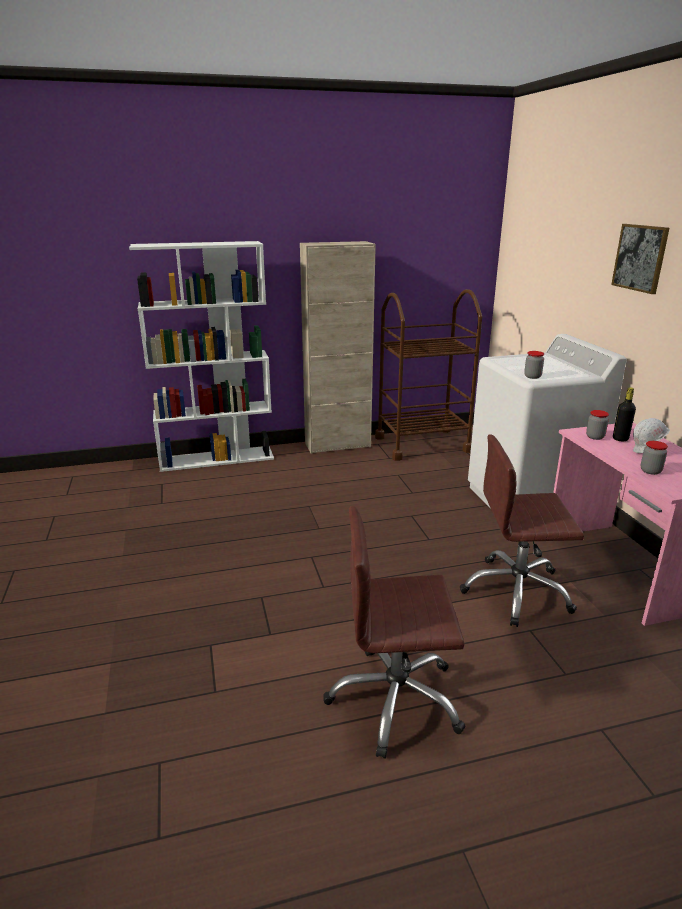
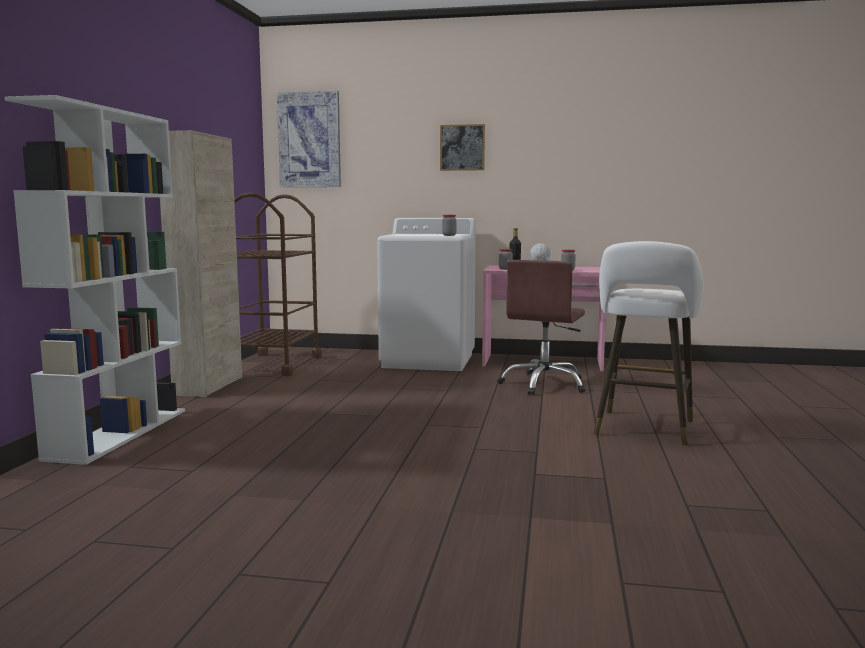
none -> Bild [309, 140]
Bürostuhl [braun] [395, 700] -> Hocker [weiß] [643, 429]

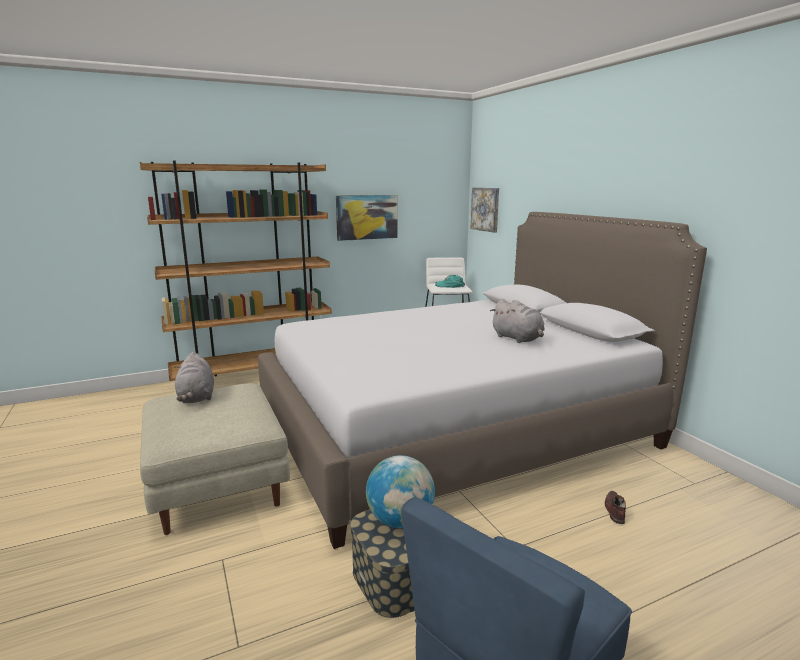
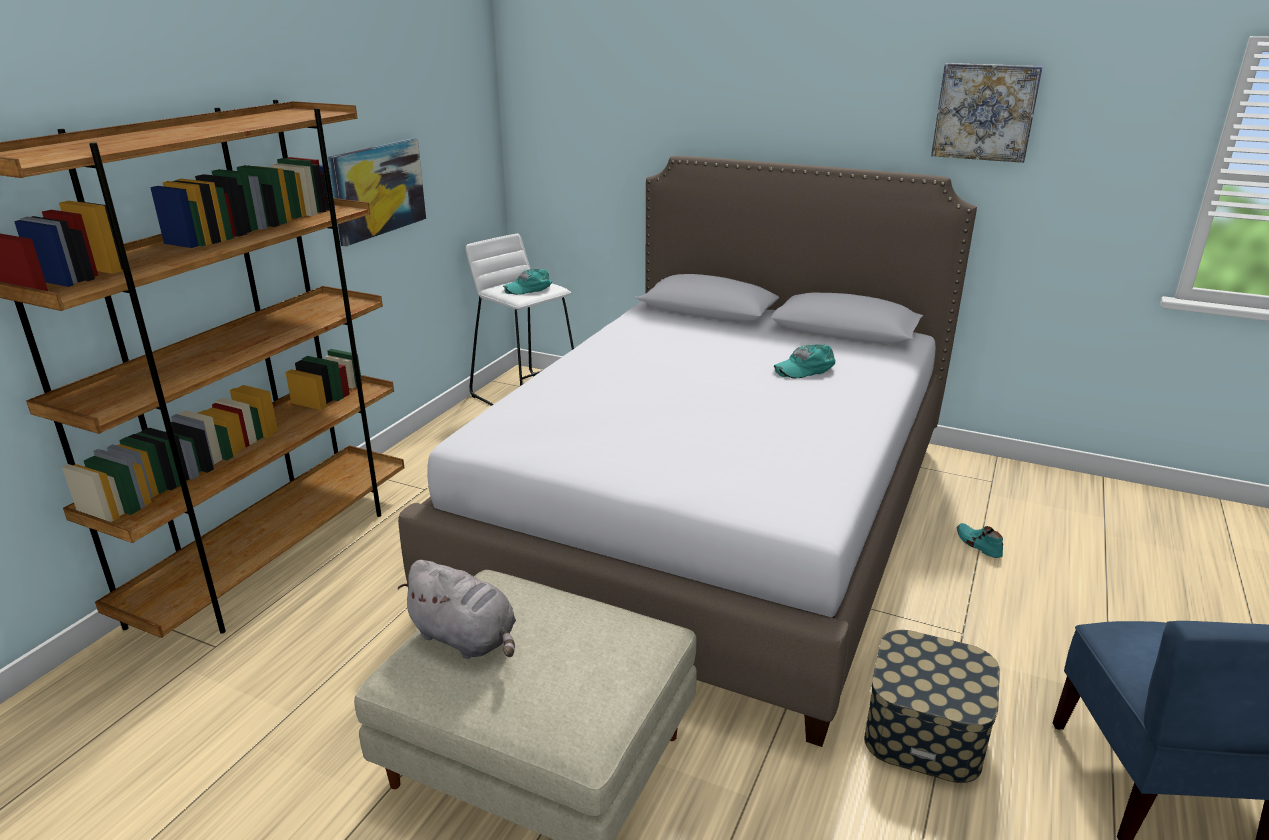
Plüschtier [grau] [518, 339] -> Kappe [türkis] [804, 368]
Bild [485, 209] -> Bild [985, 112], move
Schuh [braun] [614, 510] -> Schuh [türkis] [977, 544]
Globus [400, 520] -> none

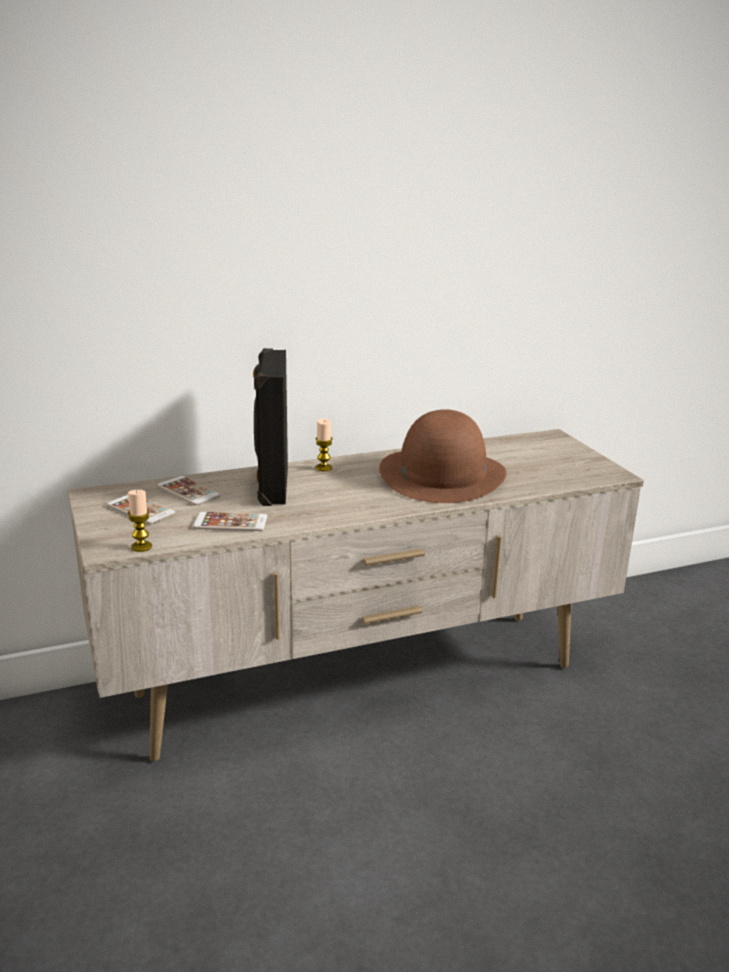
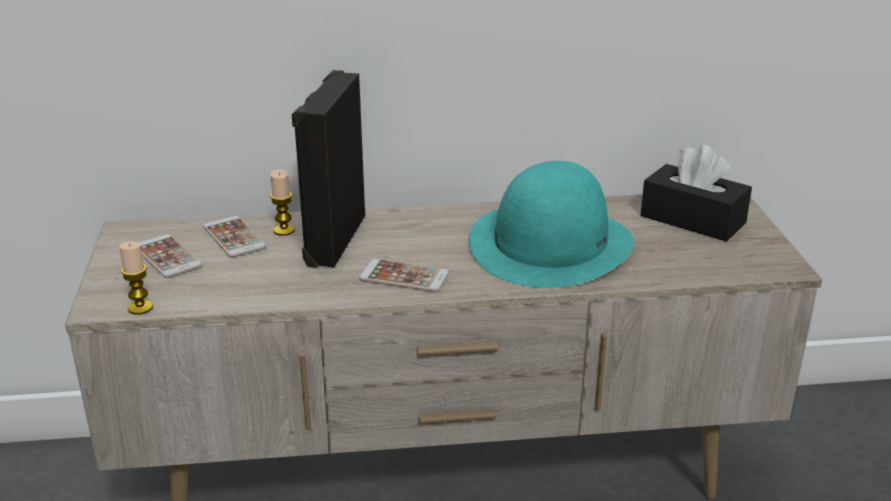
Kerze [324, 468] -> Kerze [284, 230], move
Handy [230, 522] -> Handy [404, 276], move
Hut [braun] [442, 474] -> Hut [türkis] [550, 244]
none -> Taschentuchbox [schwarz] [692, 219]

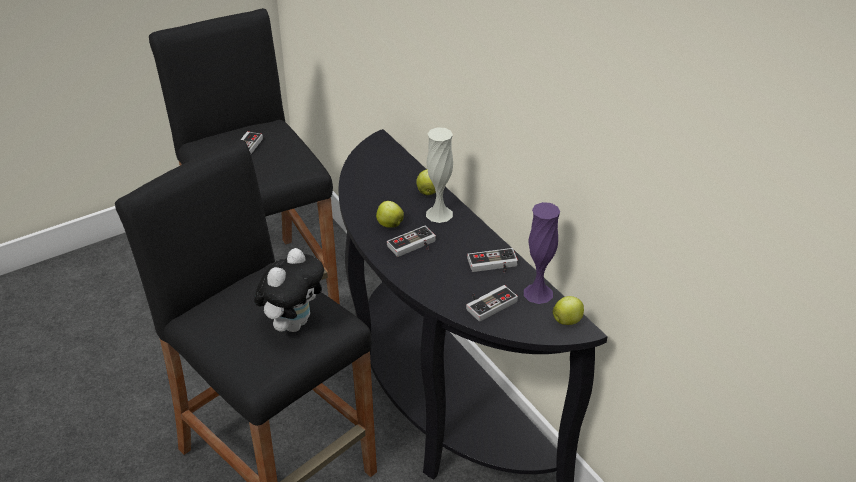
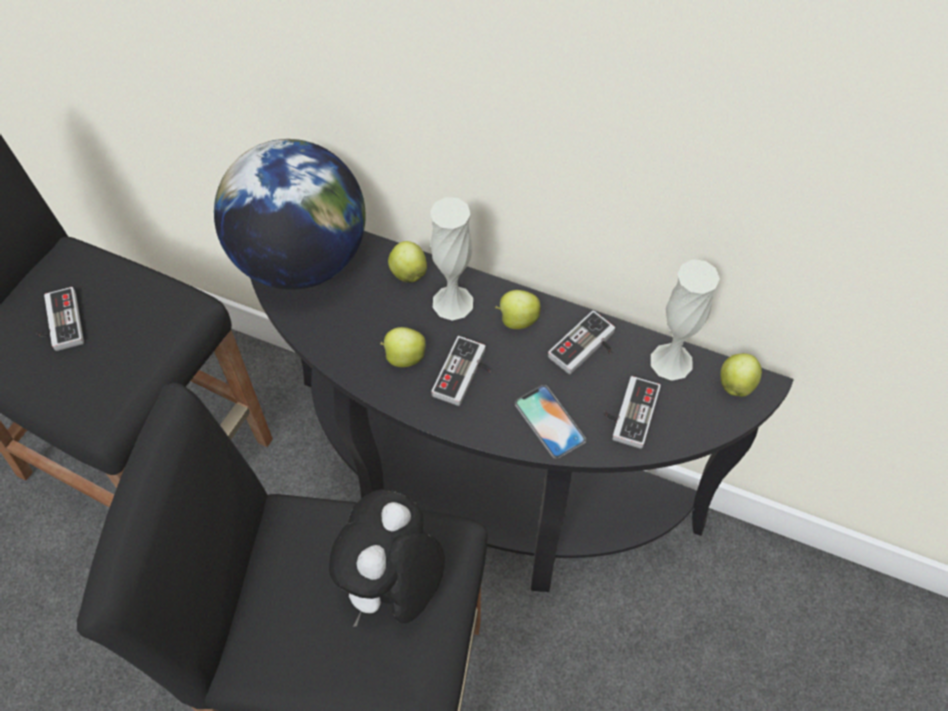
none -> Globus [300, 258]
Plüschtier [293, 323] -> Plüschtier [393, 586], 150 degrees counterclockwise
none -> Apfel [517, 320]
none -> Handy [549, 421]
Vase [lila] [538, 293] -> Vase [weiß] [671, 361]

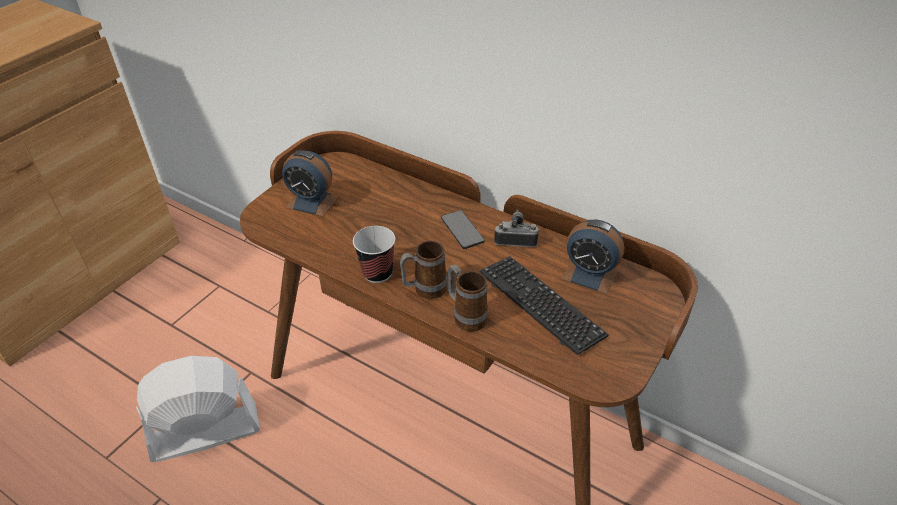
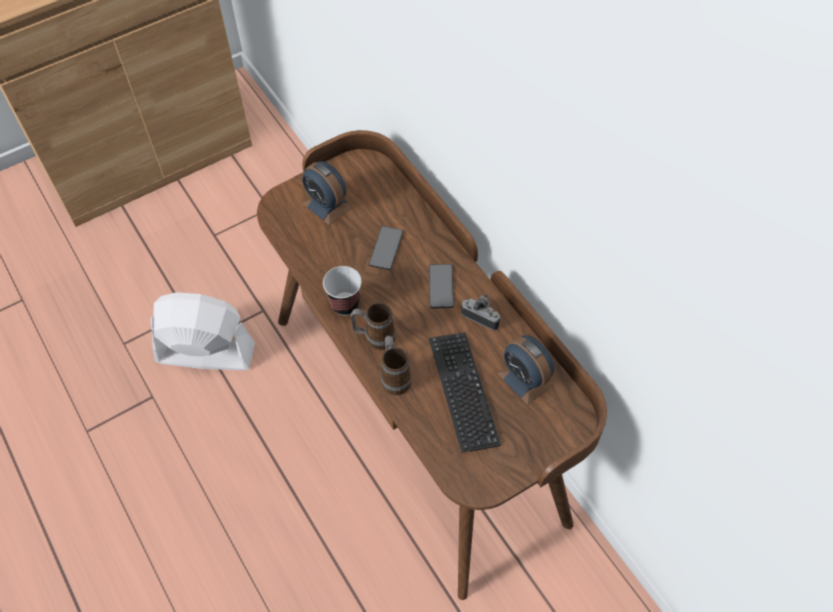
none -> Handy [386, 248]

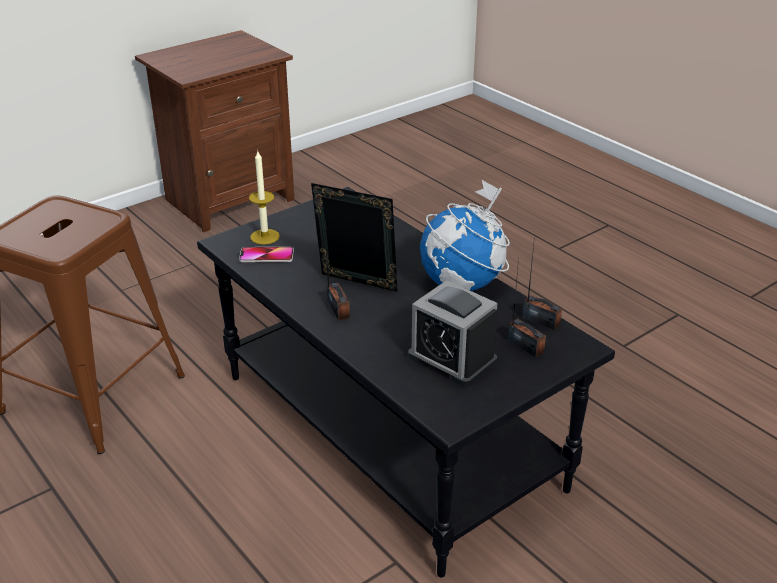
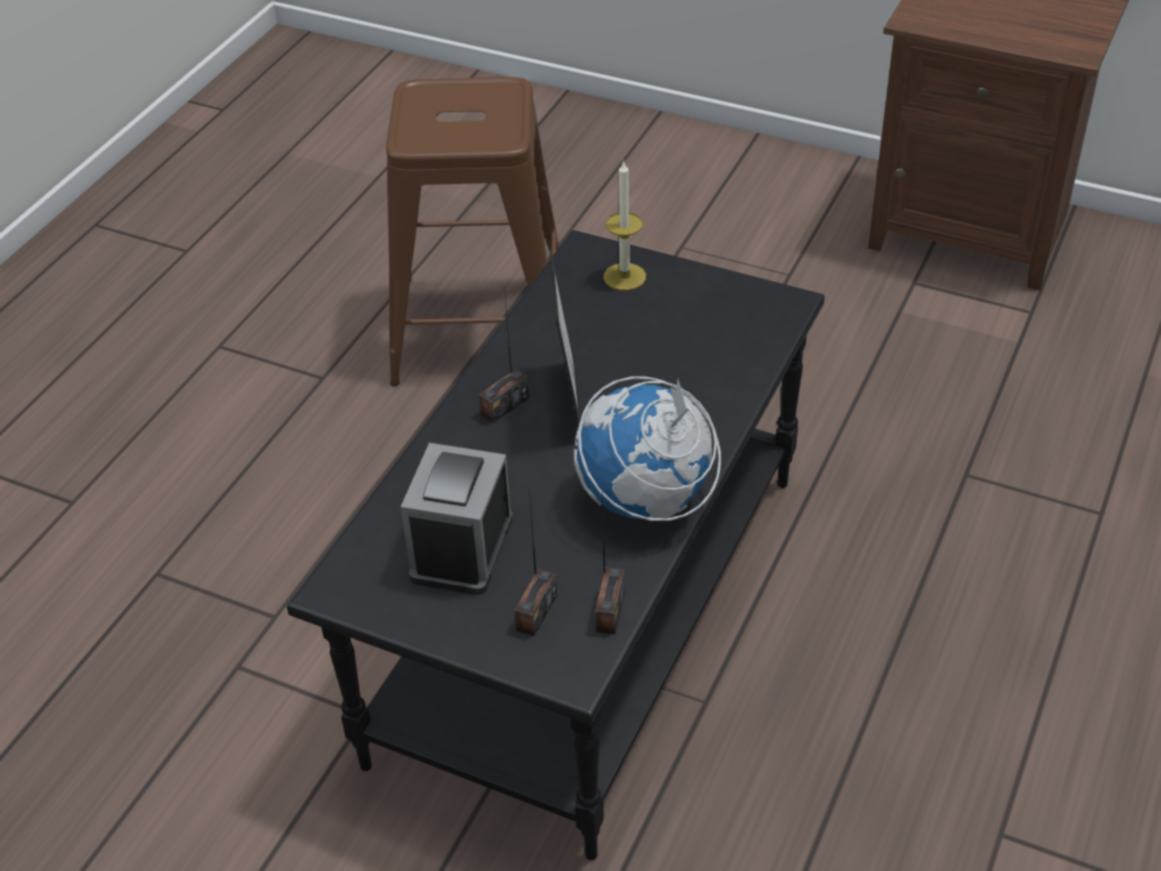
Handy [266, 256] -> none

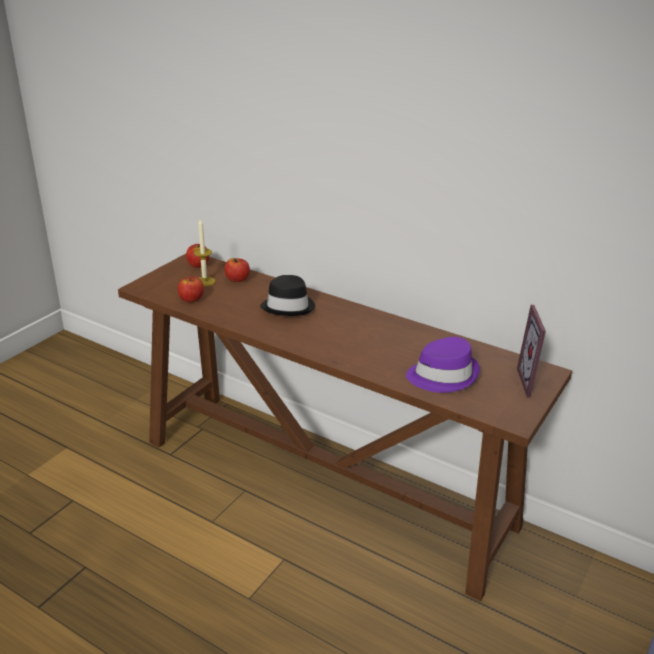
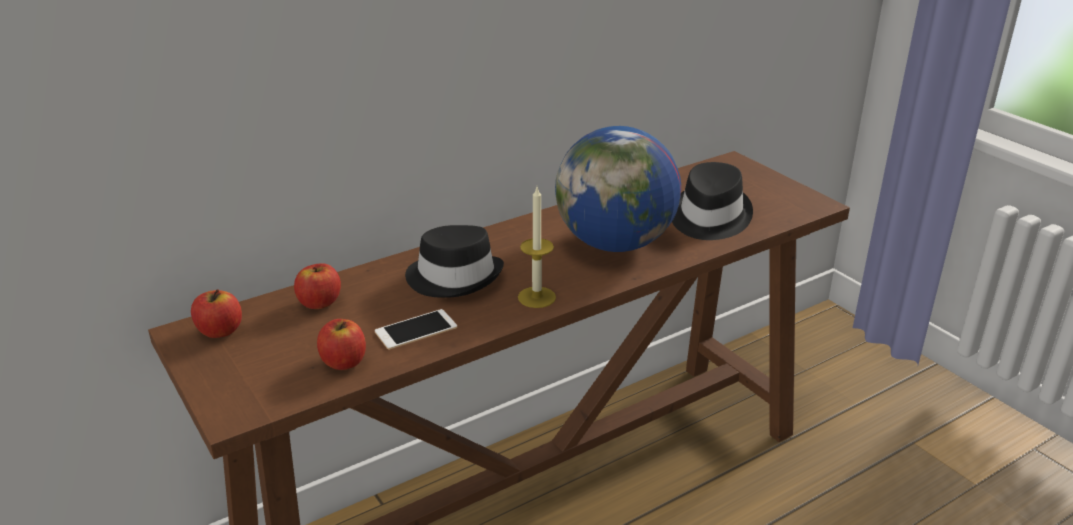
none -> Handy [416, 330]
Kerze [204, 281] -> Kerze [536, 297], move
none -> Globus [615, 244]
Hut [lila] [442, 375] -> Hut [schwarz] [708, 217]
Bilderrahmen [536, 383] -> none

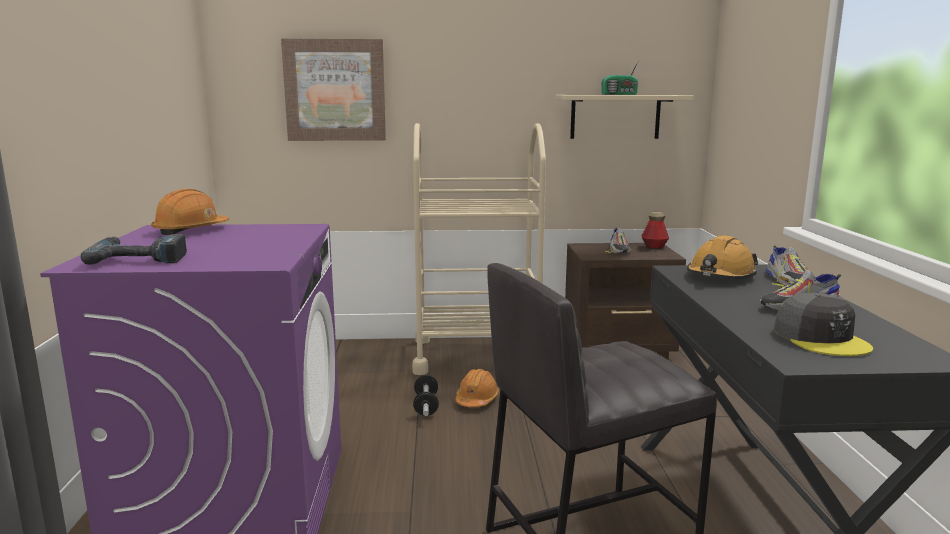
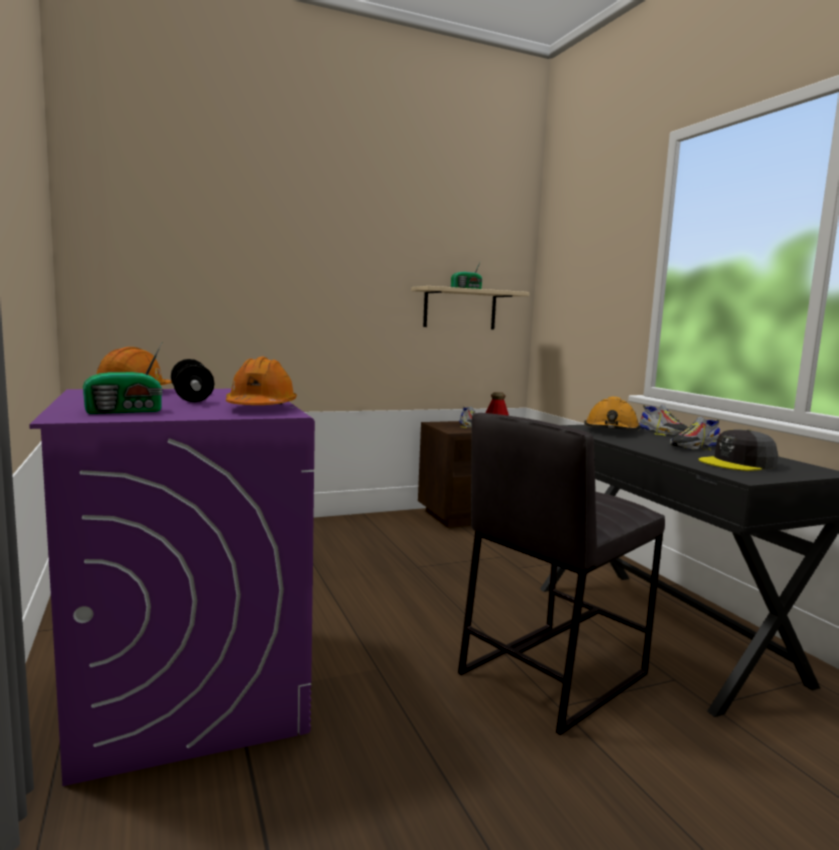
Bohrmaschine [139, 258] -> Radio [126, 411]
Hantel [426, 406] -> Hantel [192, 398], move
Schutzhelm [orange] [476, 399] -> Schutzhelm [orange] [261, 408], move
Kappe [grau] [821, 338] -> Kappe [grau] [738, 463], 105 degrees clockwise
Bild [335, 90] -> none
Rollwagen [beige] [476, 355] -> none

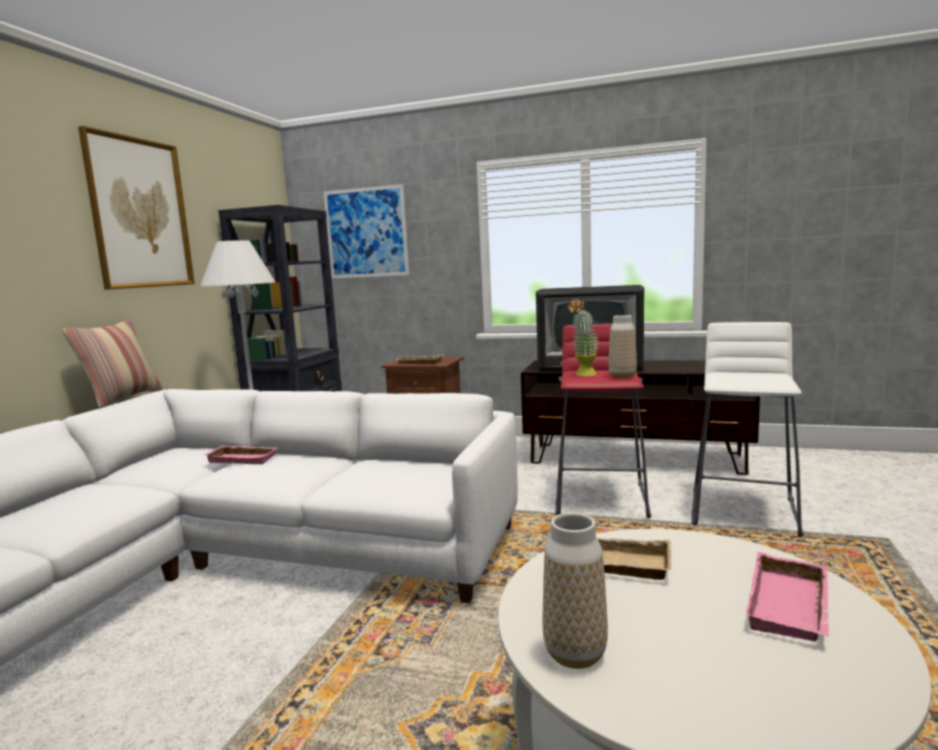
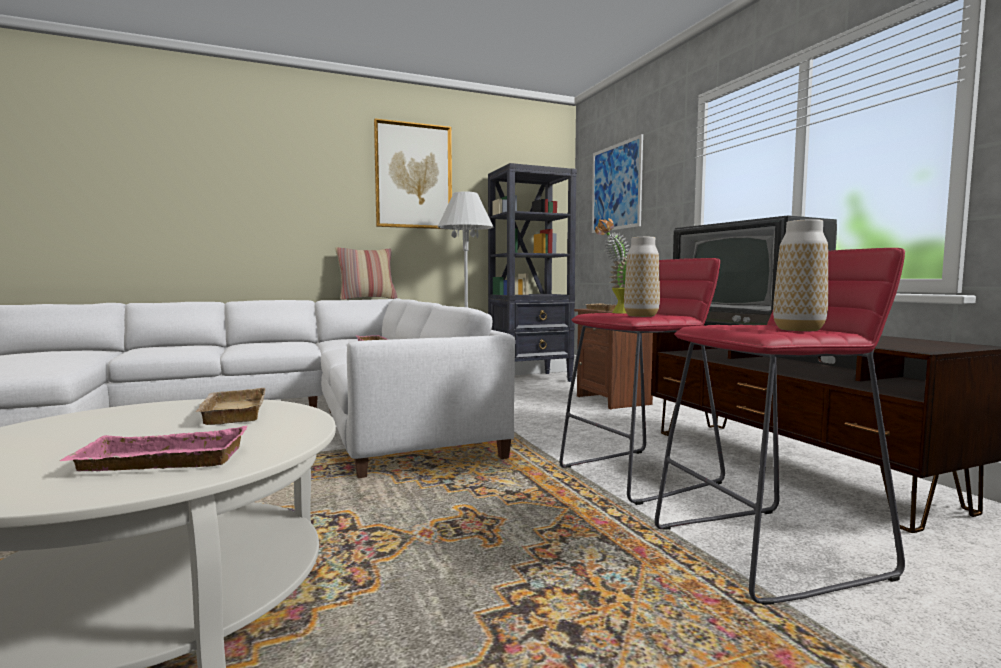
Hocker [weiß] [744, 511] -> Hocker [rot] [770, 552]
Vase [575, 654] -> Vase [798, 329], move

